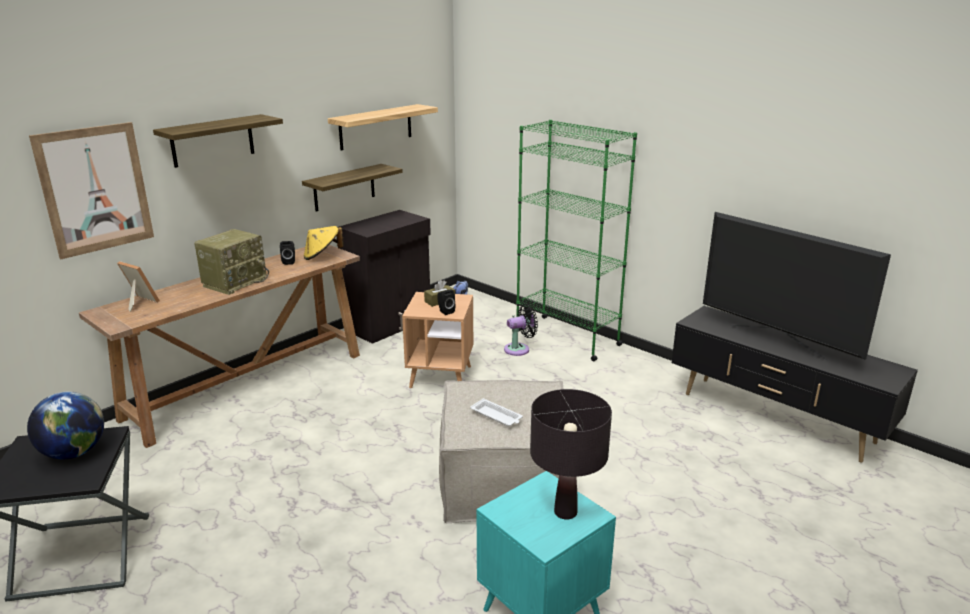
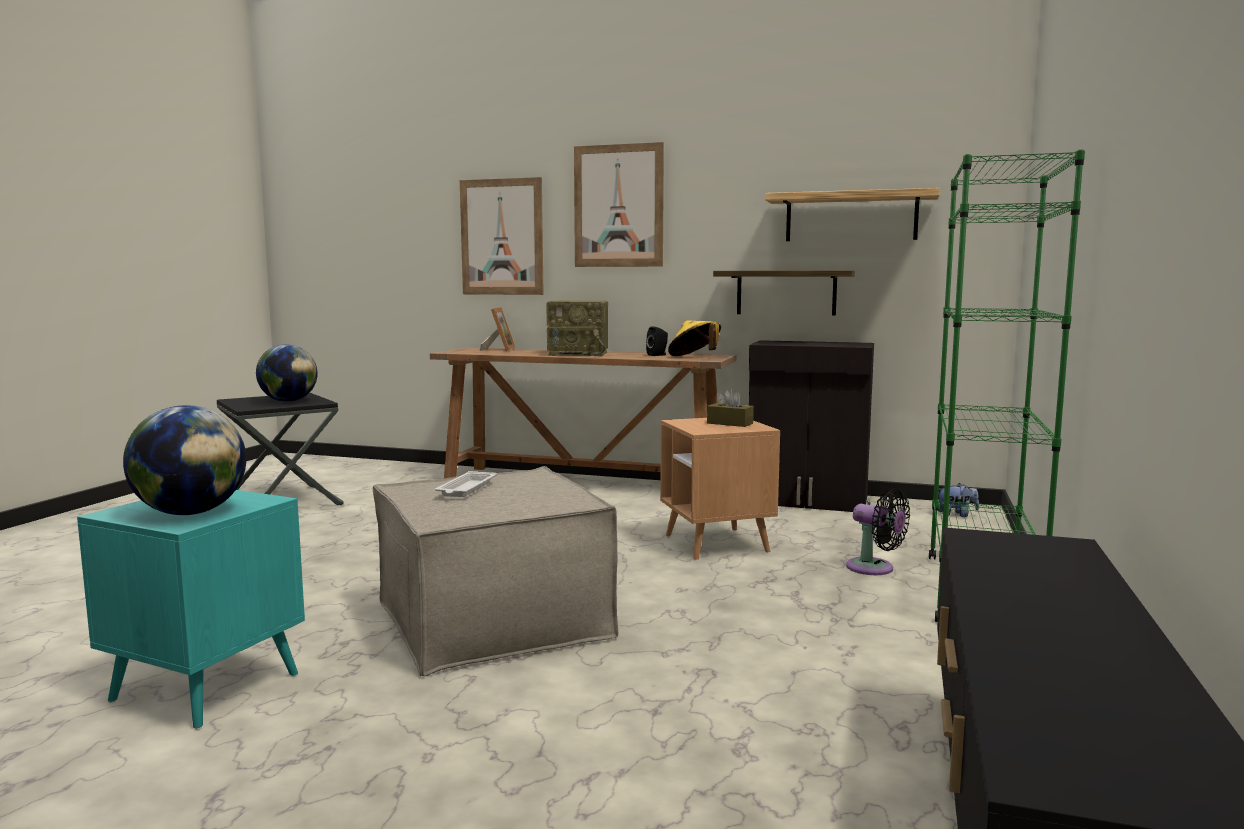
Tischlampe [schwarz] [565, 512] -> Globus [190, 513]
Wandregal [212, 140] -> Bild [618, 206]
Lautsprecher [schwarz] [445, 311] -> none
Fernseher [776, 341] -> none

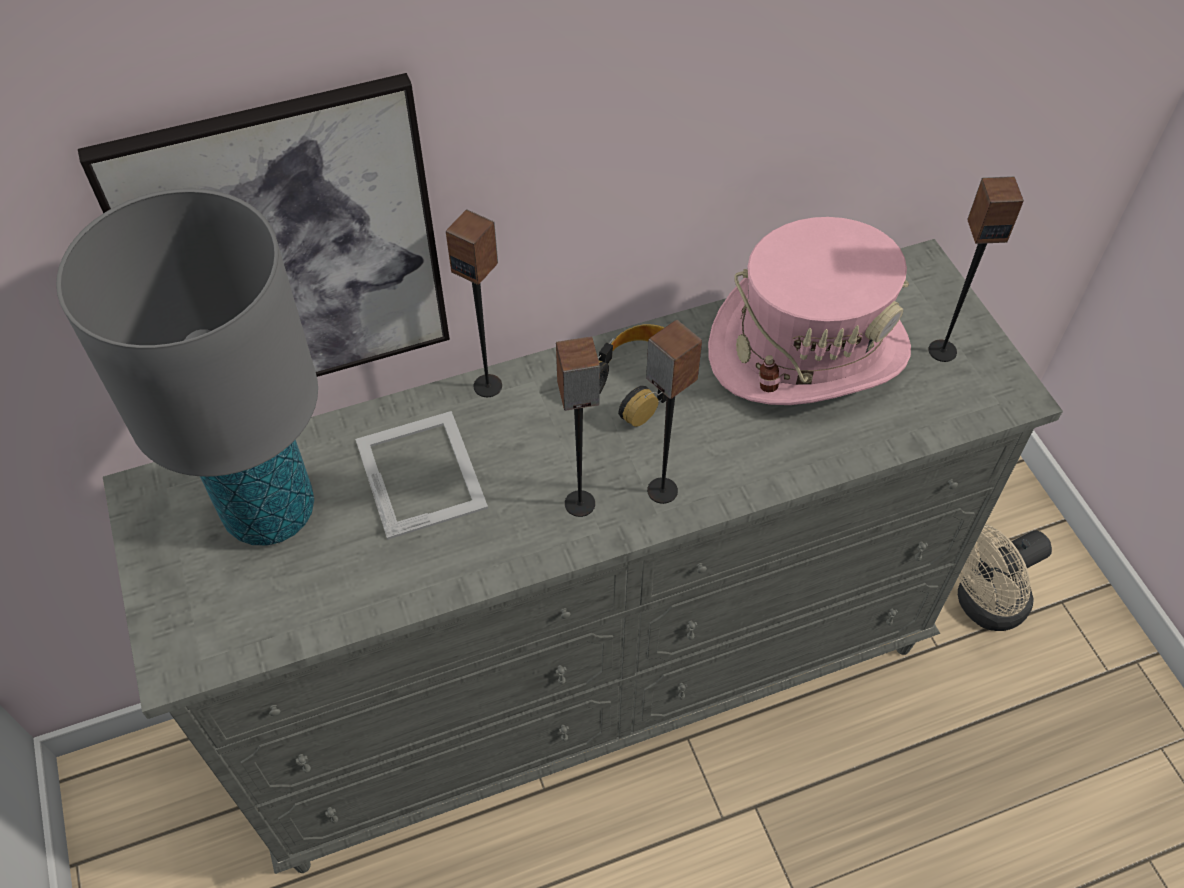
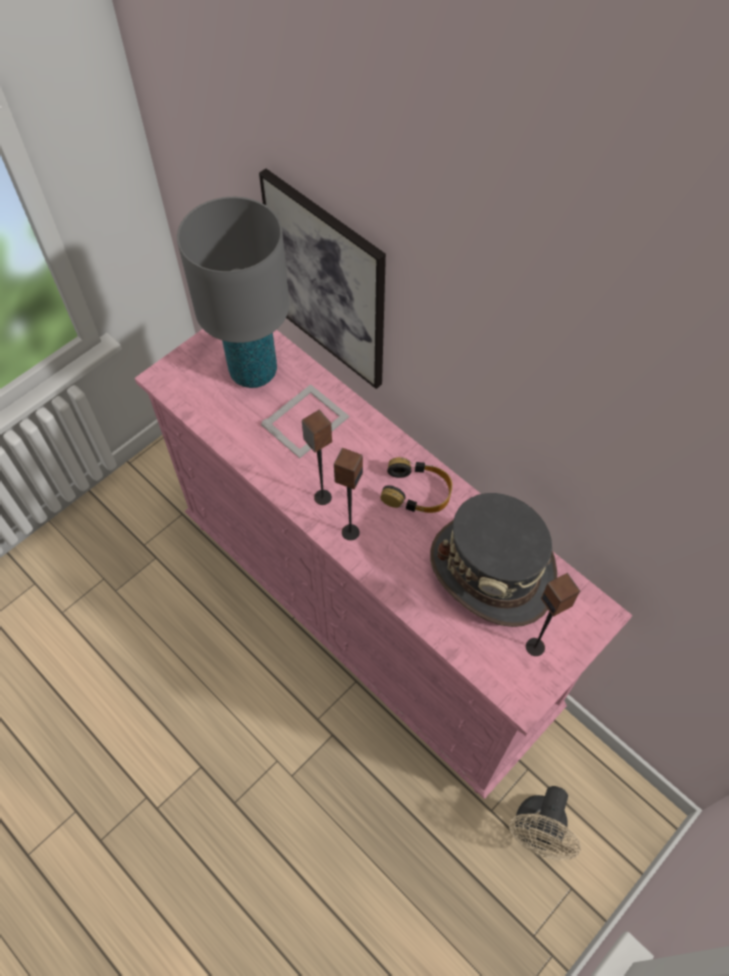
Kommode [grau] [594, 681] -> Kommode [rosa] [366, 617]
Hut [rosa] [808, 348] -> Hut [grau] [492, 570]
Ventilator [beige] [982, 606] -> Ventilator [beige] [538, 832], 105 degrees counterclockwise
Lautsprecher [488, 385] -> none

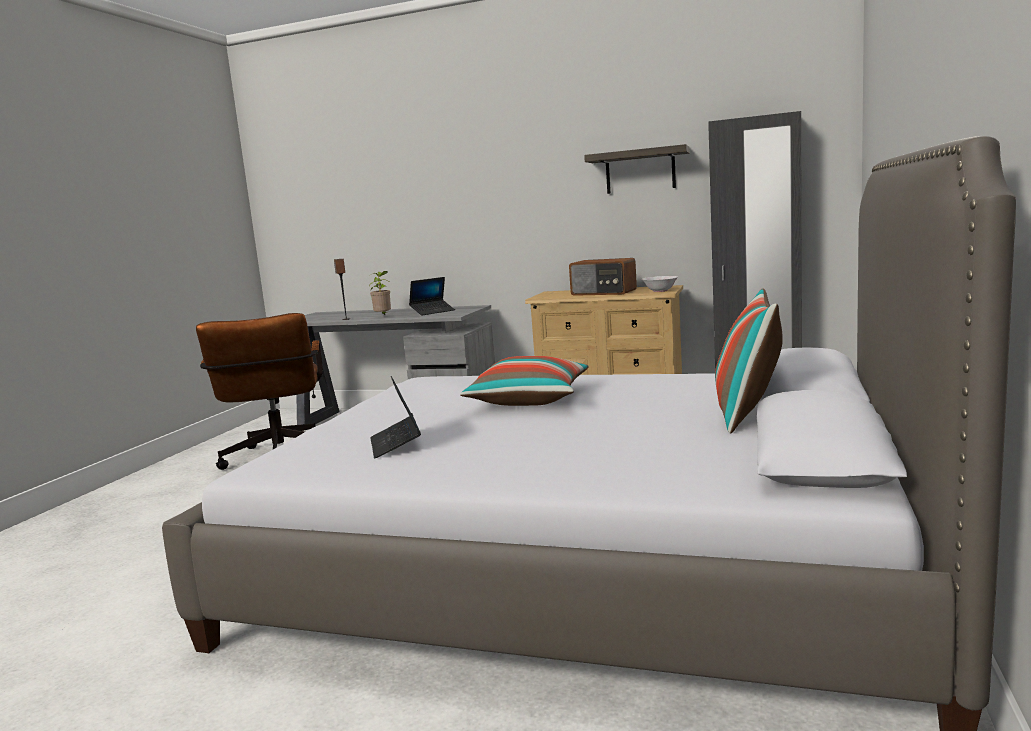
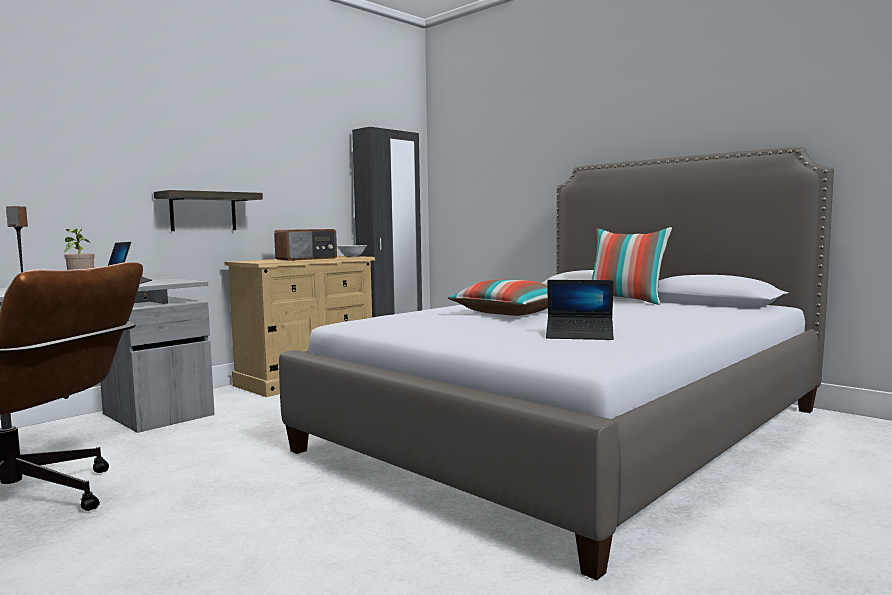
Wandregal [640, 171] -> Wandregal [203, 211], move

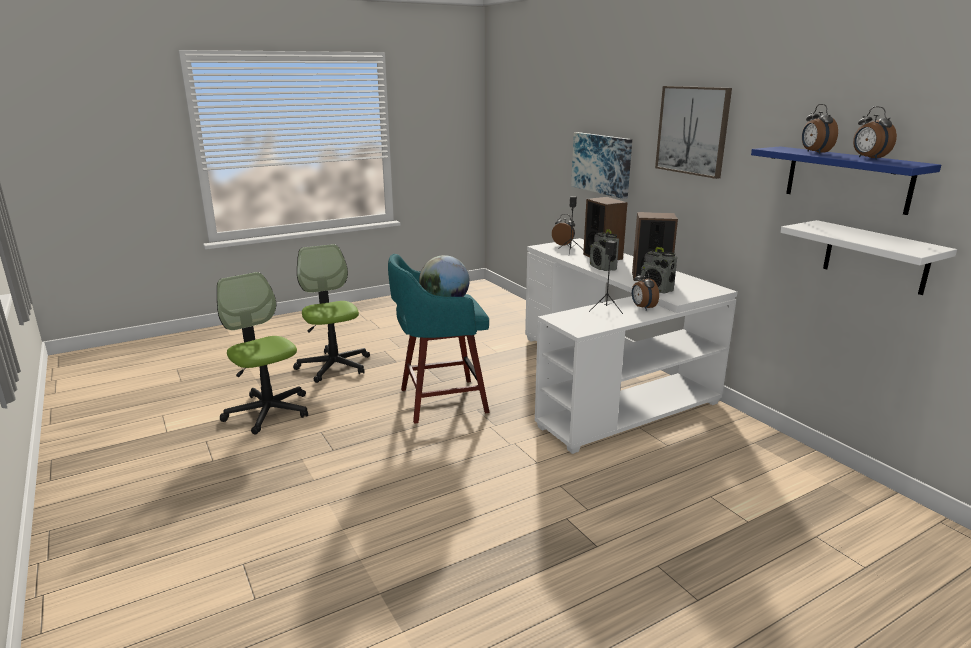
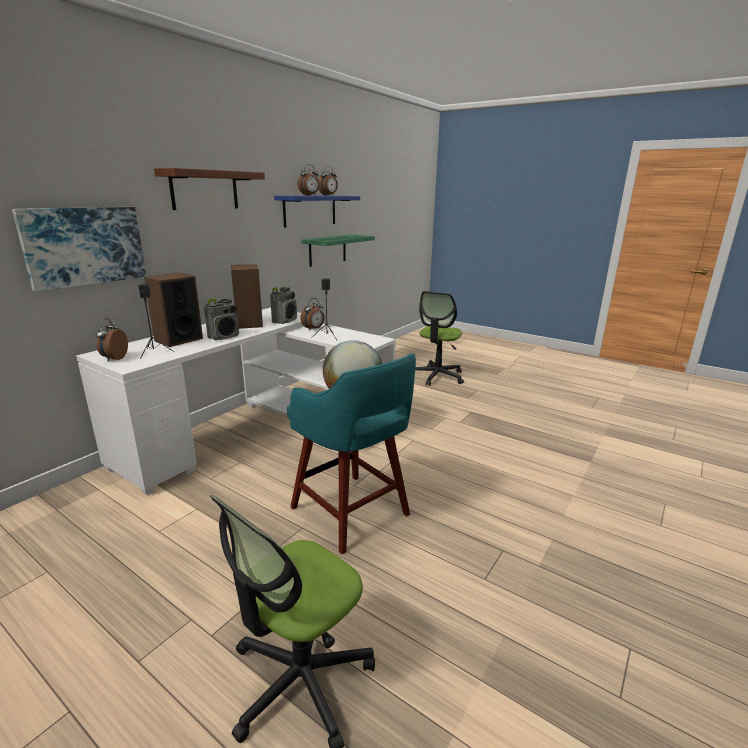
Bild [693, 130] -> Wandregal [braun] [204, 190]
Wandregal [weiß] [875, 257] -> Wandregal [grün] [327, 250]
Bürostuhl [268, 411] -> Bürostuhl [437, 376], move

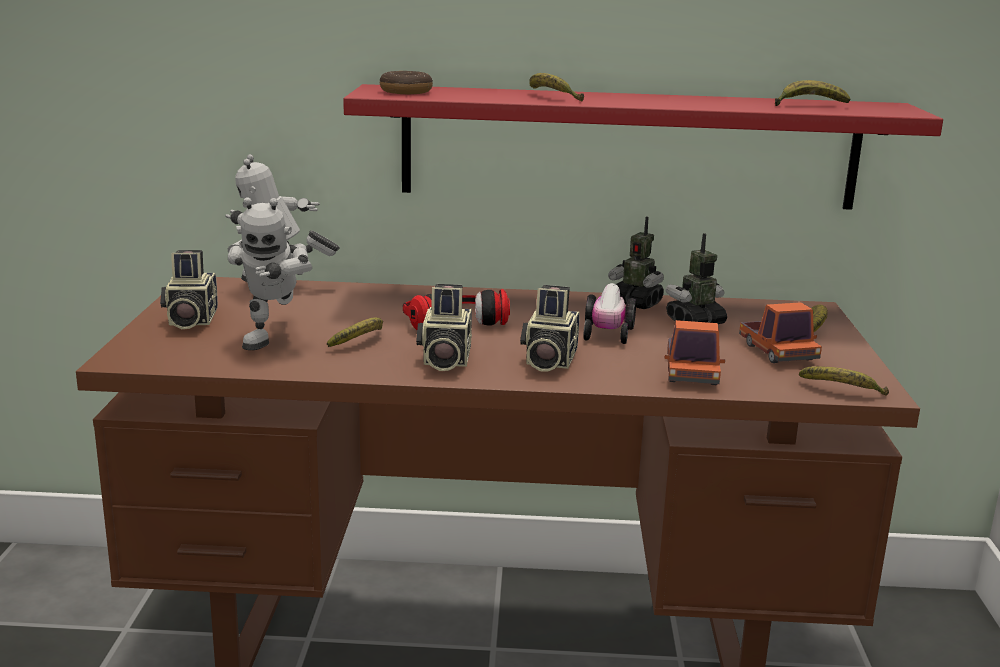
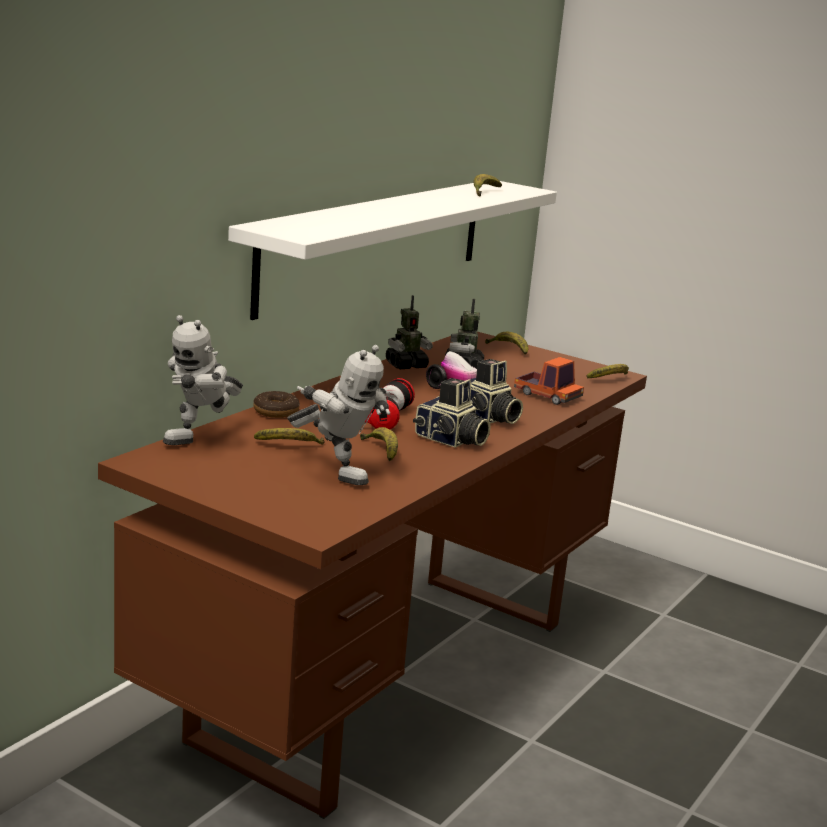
Wandregal [rot] [628, 147] -> Wandregal [weiß] [376, 243]
Donut [406, 91] -> Donut [276, 411], move
Banane [551, 97] -> Banane [289, 446], move
Kamera [189, 320] -> none
Spielzeuglaster [777, 352] -> none

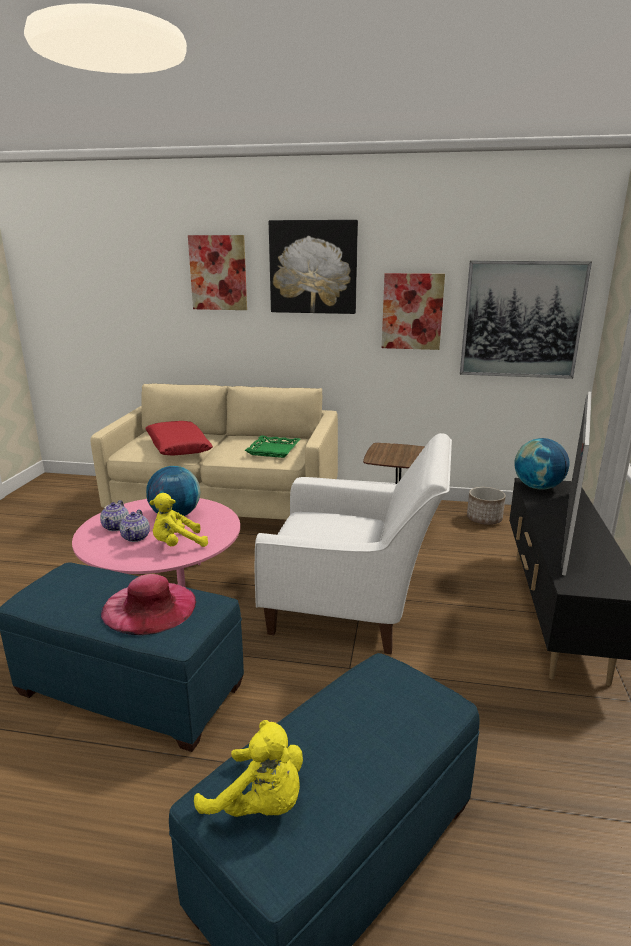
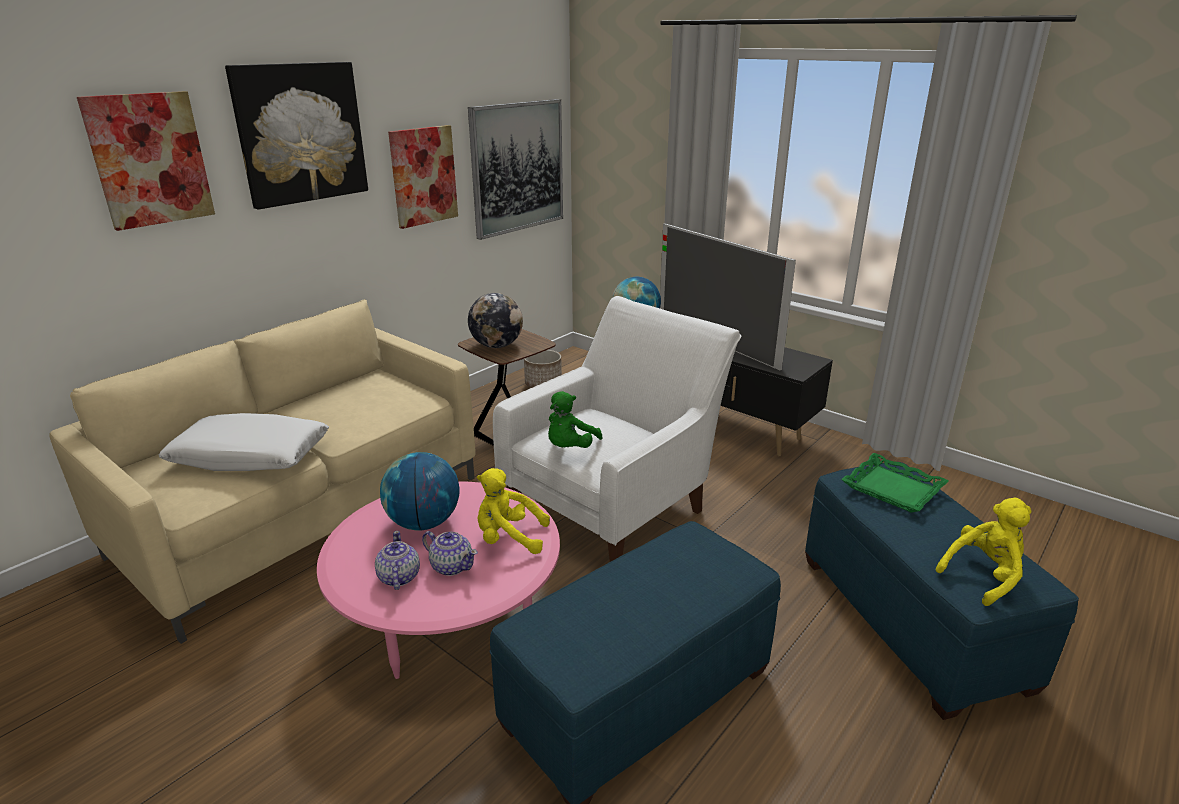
Kissen [rot] [178, 447] -> Kissen [weiß] [250, 456]
Teekanne [116, 527] -> Teekanne [398, 577], 135 degrees counterclockwise
none -> Globus [496, 346]
Plüschtier [gelb] [177, 544] -> Plüschtier [gelb] [508, 538], 90 degrees clockwise
none -> Plüschtier [grün] [570, 448]
Tablett [grün] [273, 450] -> Tablett [grün] [893, 488], move
Hut [rosa] [149, 607] -> none

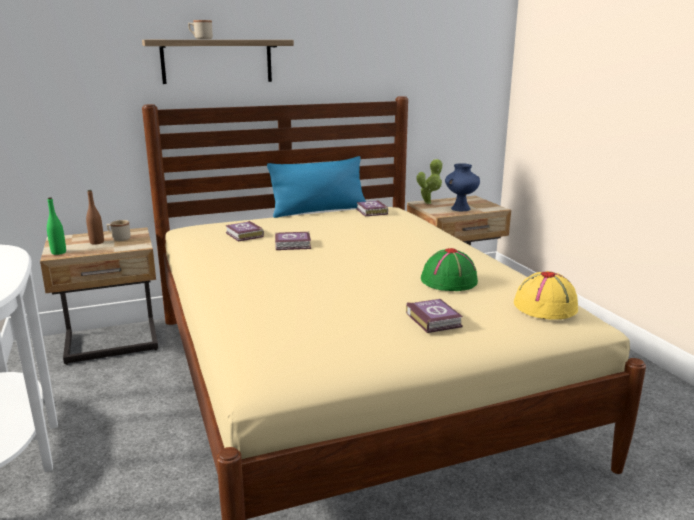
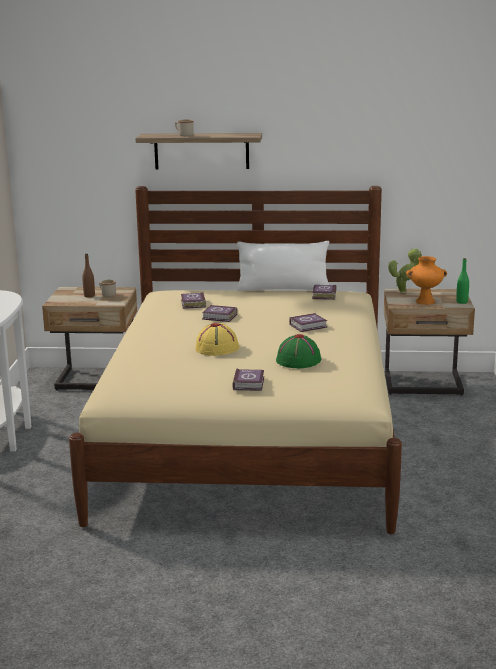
Hut [gelb] [545, 306] -> Hut [gelb] [217, 348], move
Kissen [blau] [319, 211] -> Kissen [weiß] [283, 289]
none -> Buch [309, 326]
Vase [blau] [460, 208] -> Vase [orange] [425, 301]
Flasche [grün] [58, 252] -> Flasche [grün] [462, 302], move

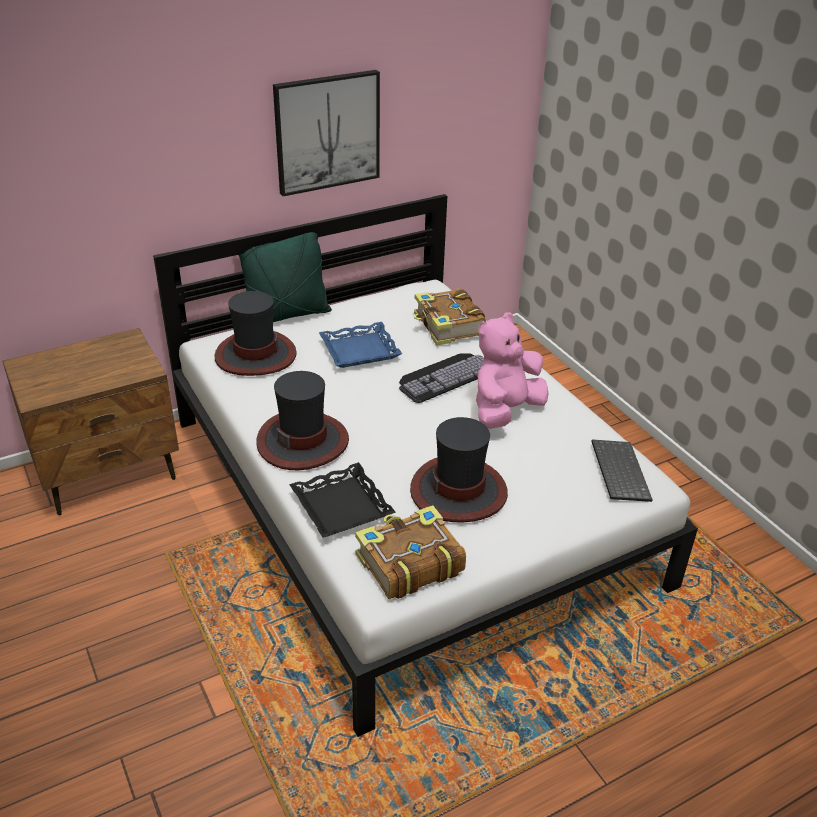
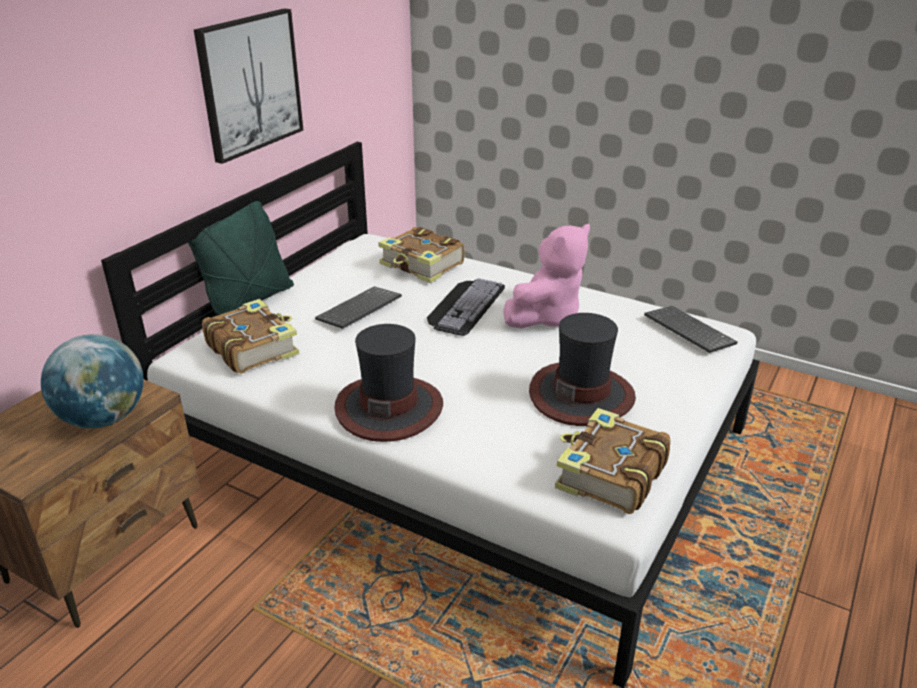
none -> Globus [104, 418]
Hut [255, 355] -> Buch [252, 348]
Tablett [blau] [360, 351] -> Tastatur [359, 310]
Plüschtier [rosa] [505, 411] -> Plüschtier [rosa] [546, 317], 150 degrees counterclockwise
Tablett [schwarz] [342, 506] -> none

